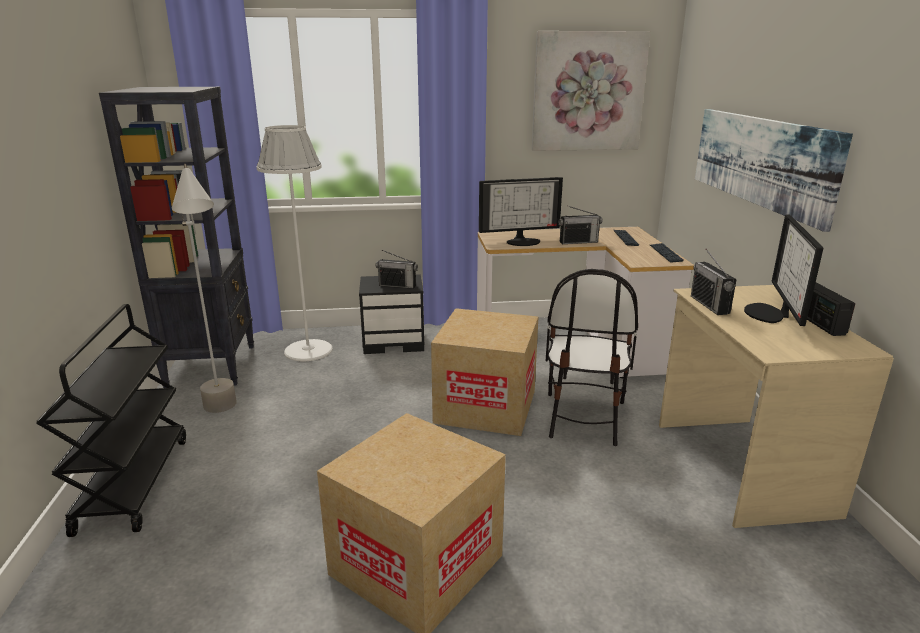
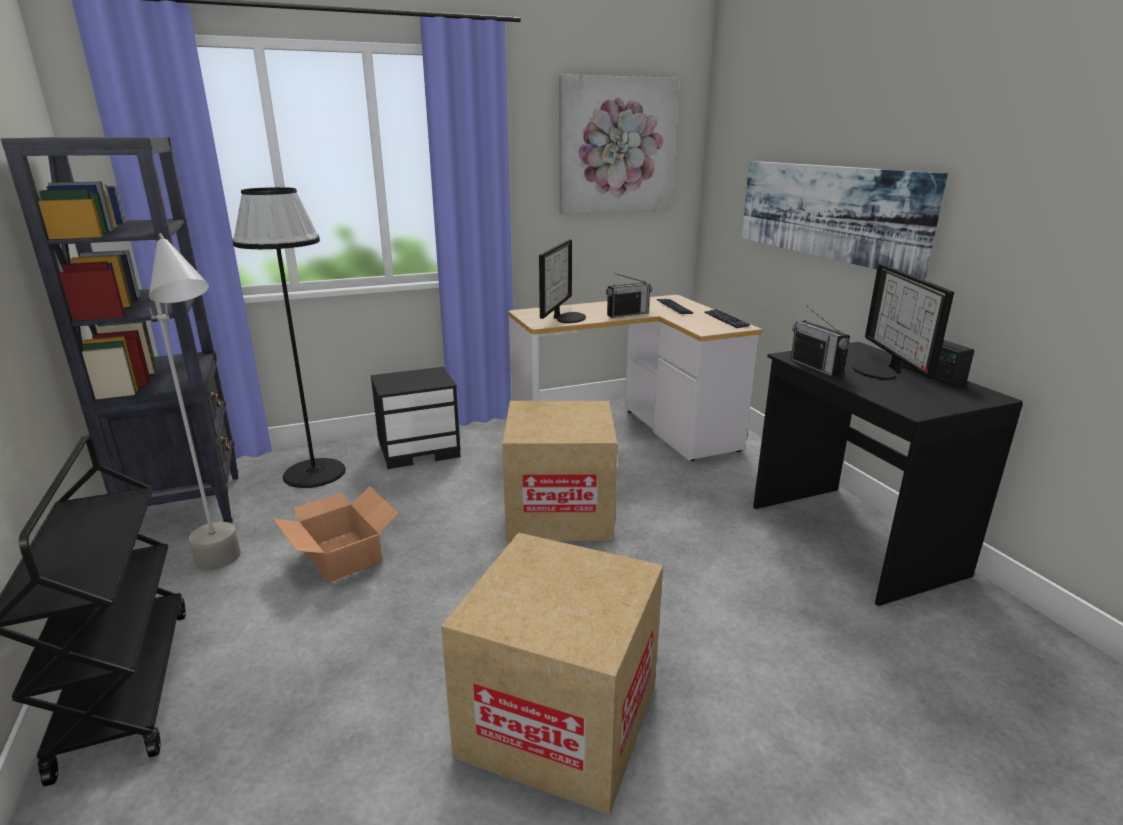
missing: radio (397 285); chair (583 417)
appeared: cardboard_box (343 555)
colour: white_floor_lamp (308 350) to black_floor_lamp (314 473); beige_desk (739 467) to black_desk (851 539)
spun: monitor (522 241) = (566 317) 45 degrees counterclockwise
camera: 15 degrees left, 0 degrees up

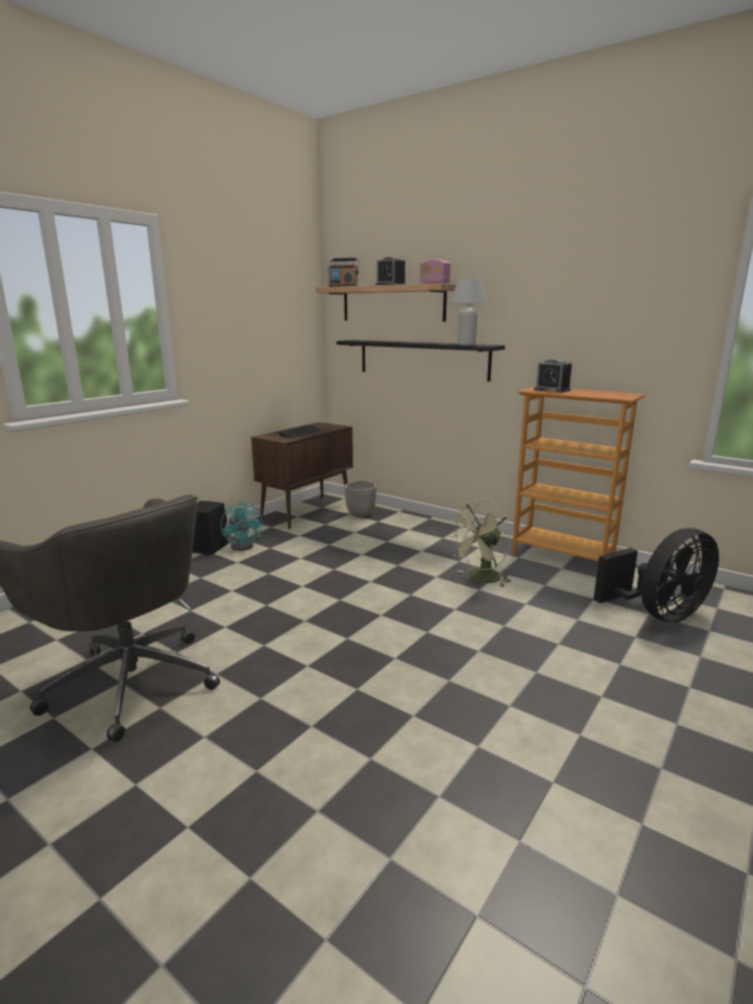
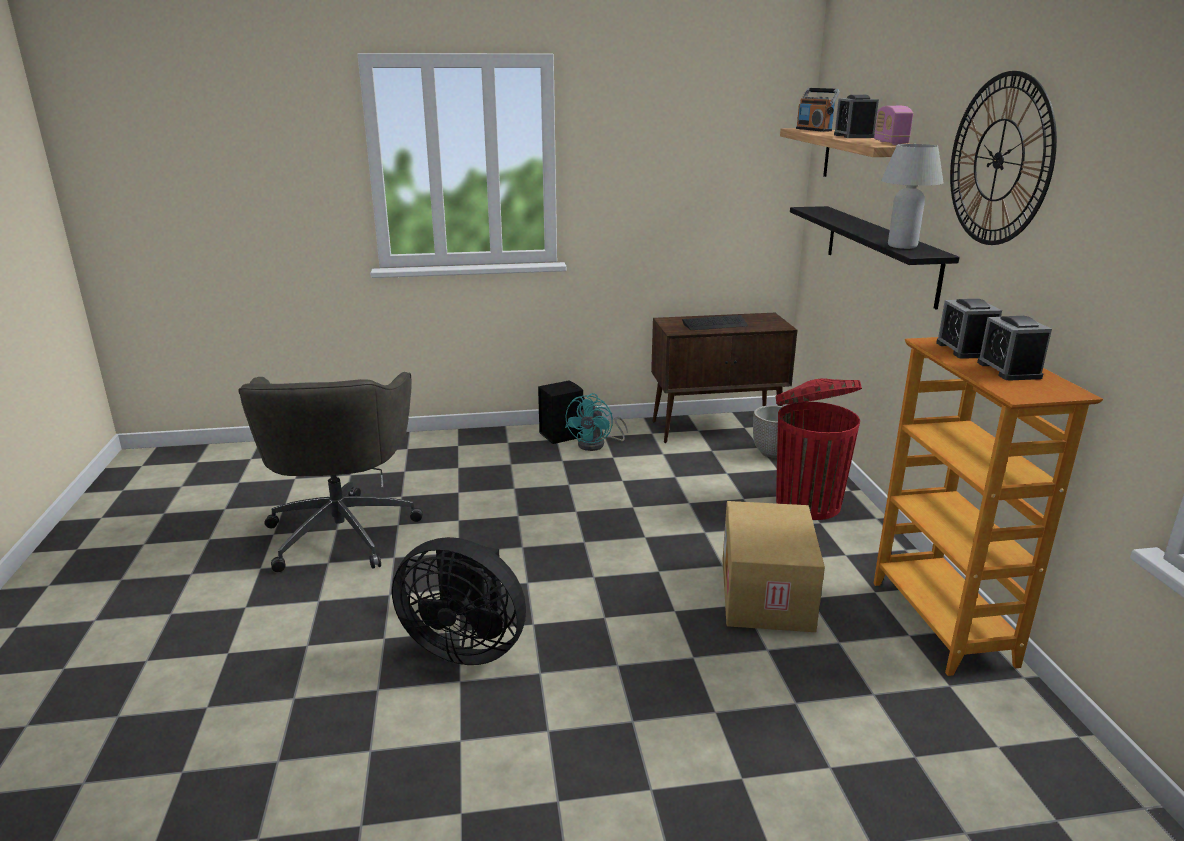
appeared: wall_clock (999 160); alarm_clock (1009 370); red_trash_can (807 502)
relocated: black_fan (658 614) to (465 646)
exchanged: green_fan (481 579) to cardboard_box (768 594)
camera: 45 degrees right, 5 degrees up

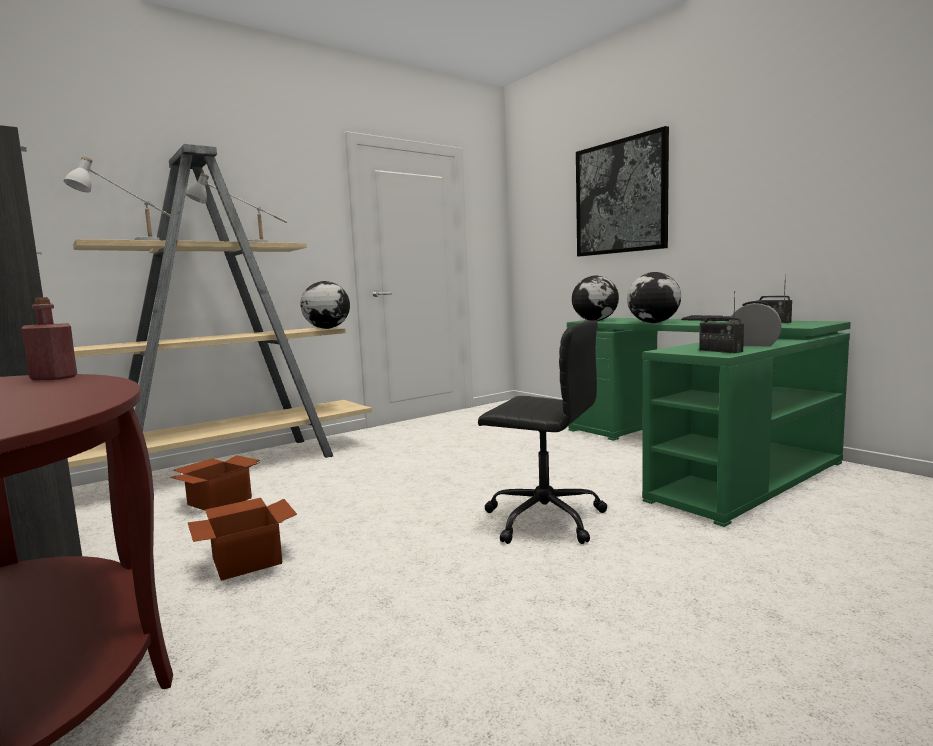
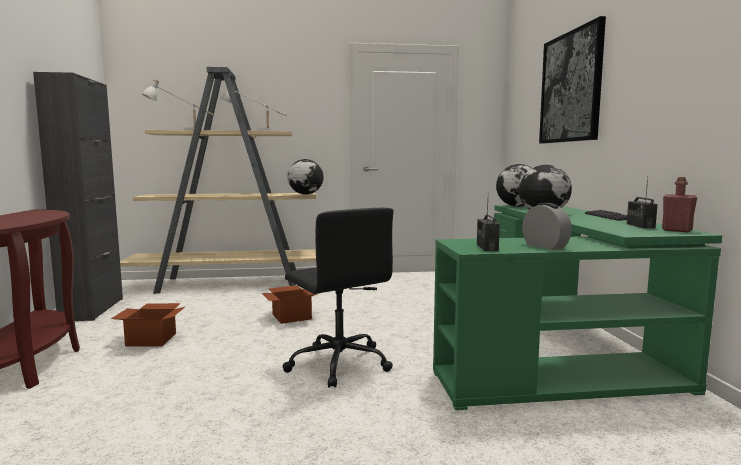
relocated: red_bottle (54 378) to (676 230); cardboard_box (220 501) to (292 316)
camera: 30 degrees right, 0 degrees up

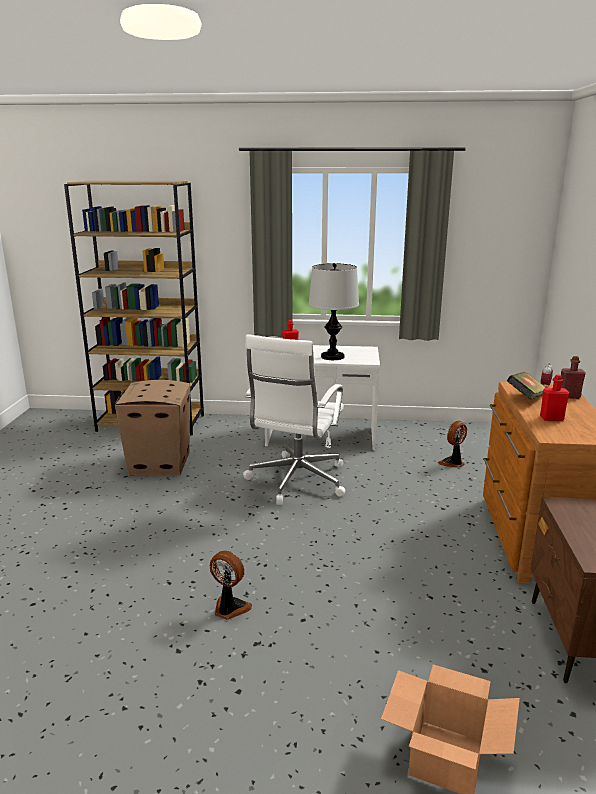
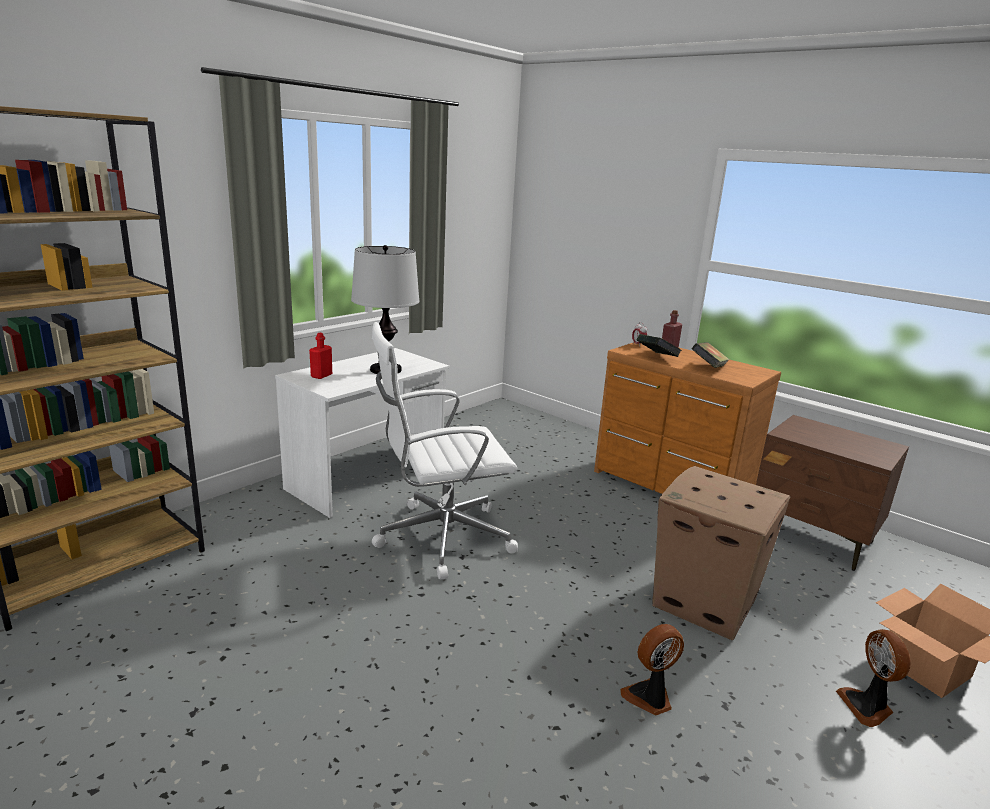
relocated: cardboard_box (159 464) to (706 602); fan (452 463) to (867 706)
exchanged: red_bottle (551 418) to book (708 368)
spun: white_office_chair (296 481) = (440 537) 105 degrees clockwise
camera: 55 degrees left, 0 degrees up

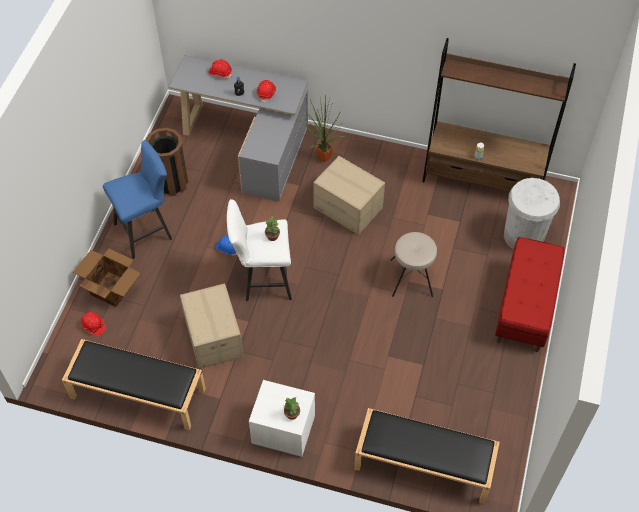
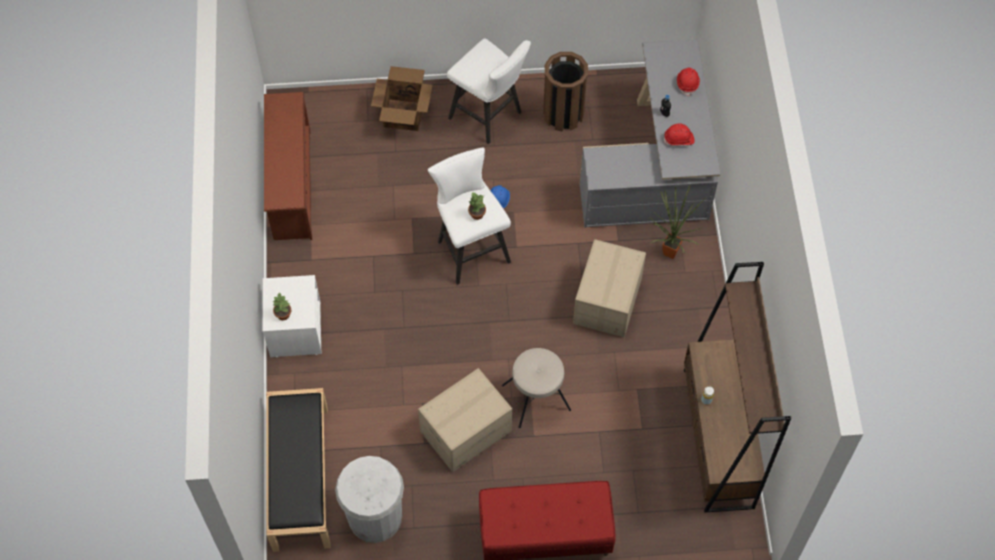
missing: red_hard_hat (93 326)
relocated: white_trash_can (523 236) to (375 517); cardboard_box (213 337) to (465 430)
exchanged: black_bench (137 393) to brown_shoe_rack (291 184)
colour: blue_stool (147 230) to white_stool (489 117)
camera: 70 degrees right, 5 degrees up

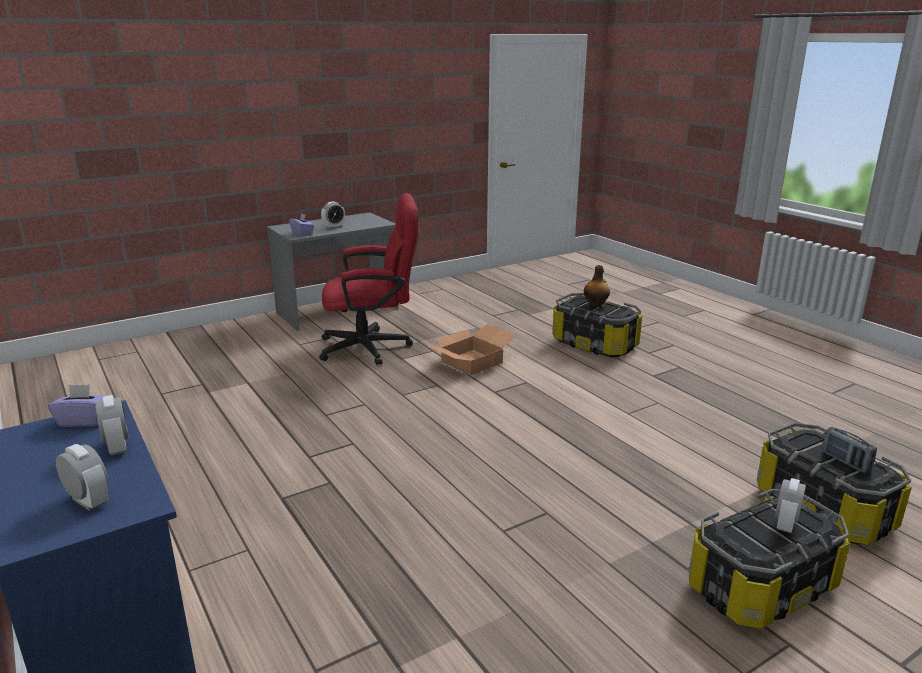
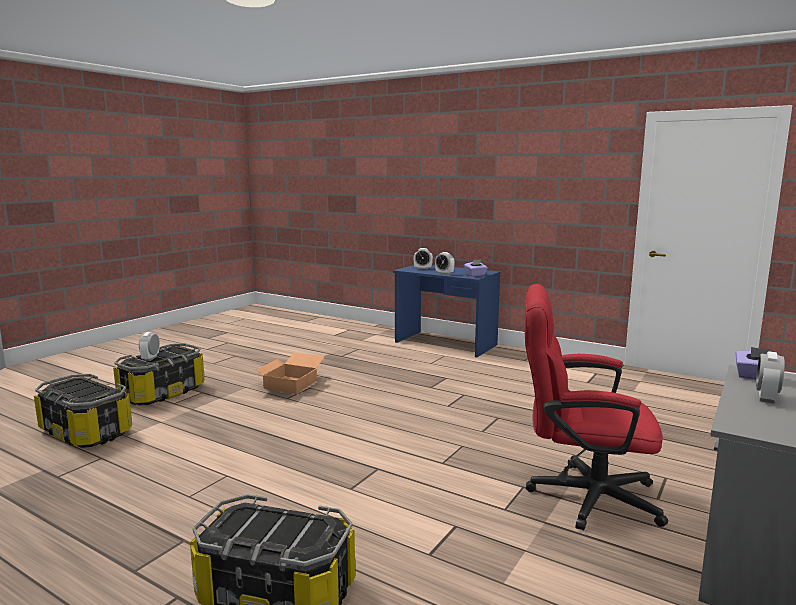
missing: bottle (595 305); radio (845 462)
relocated: cardboard_box (471 361) to (291 385)
spun: red_office_chair (373 347) = (581 495) 45 degrees clockwise
camera: 155 degrees right, 10 degrees down

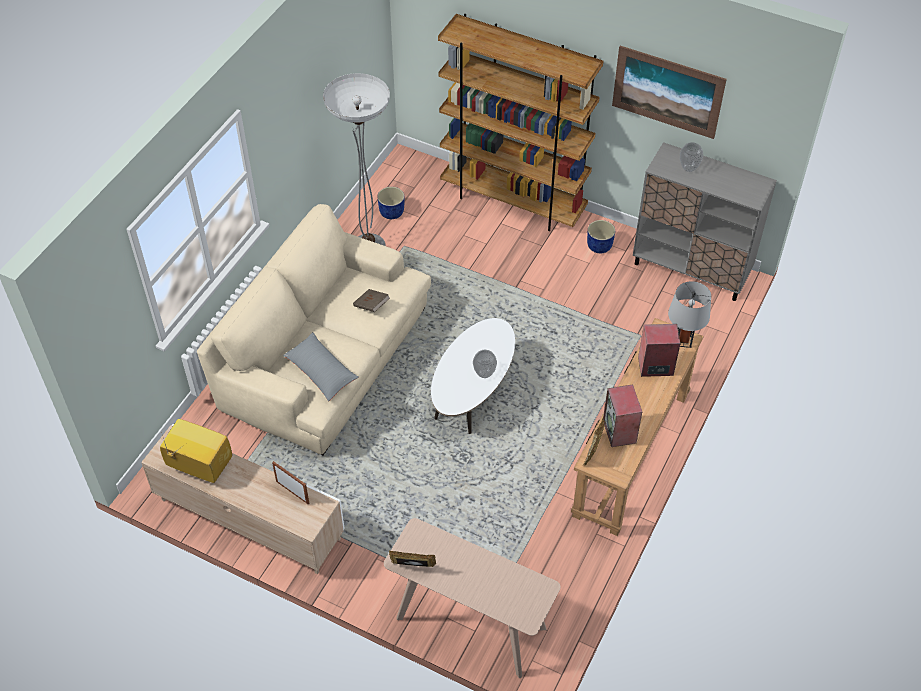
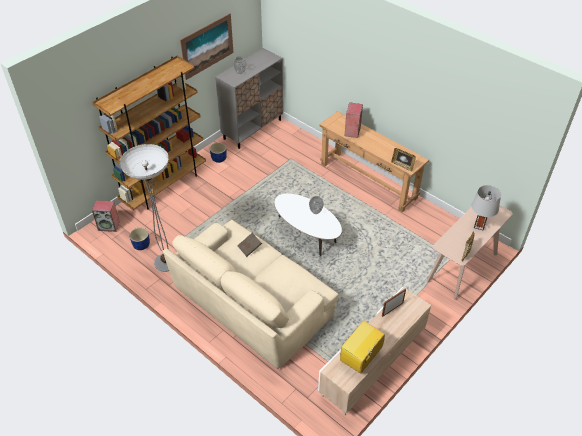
missing: grey_pillow (321 371)
relocated: grey_table_lamp (683 341) to (479 225); speaker (620 431) to (109 225)
camera: 75 degrees left, 5 degrees down

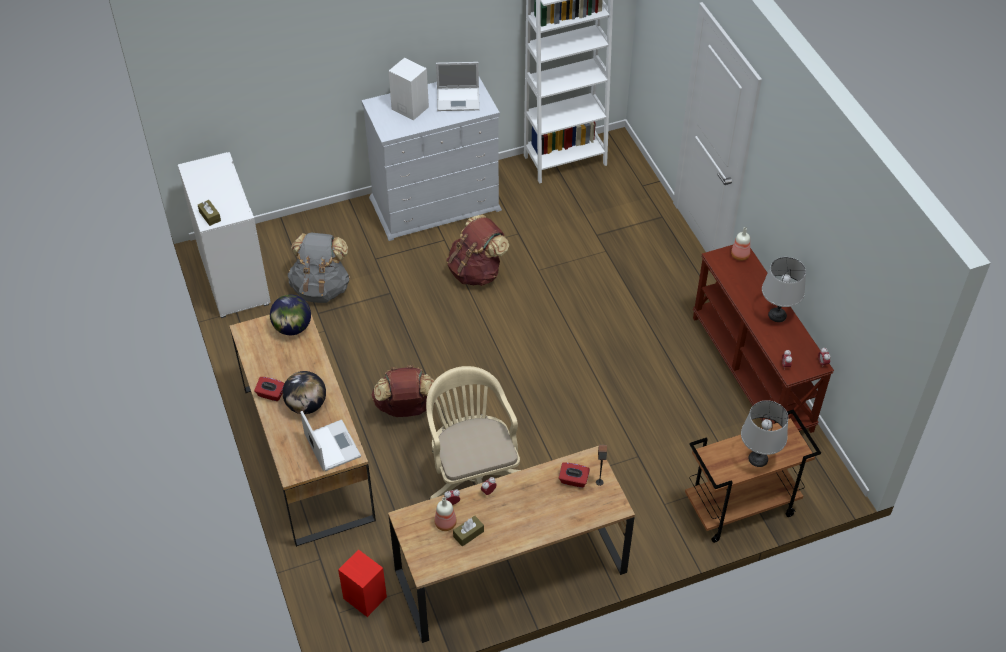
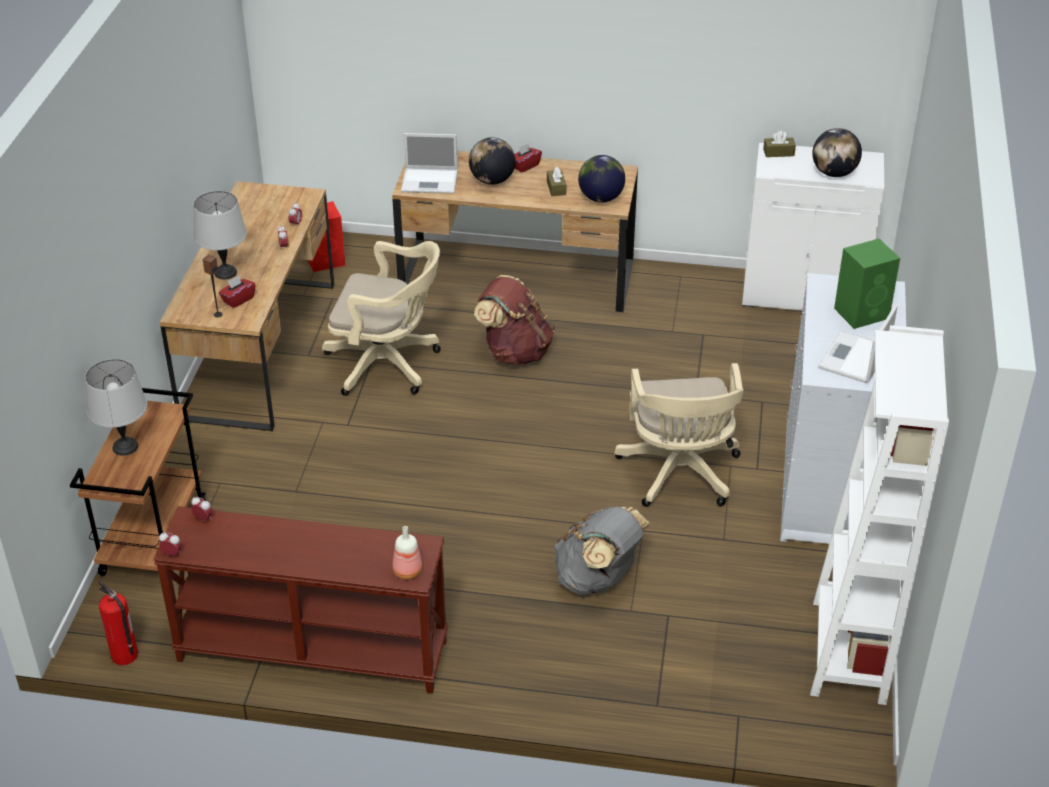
missing: bottle (446 523)
appeared: globe (834 173); fire_extinguisher (125 655)
relocated: grey_backpack (321 288) to (598 579); grey_table_lamp (777 314) to (226 273); brown_tissue_box (468 534) to (556 188)
exchanged: brown_backpack (476 271) to beige_office_chair (680 475)
colour: white_speaker (409 108) to green_speaker (862 313)
camera: 120 degrees right, 10 degrees down

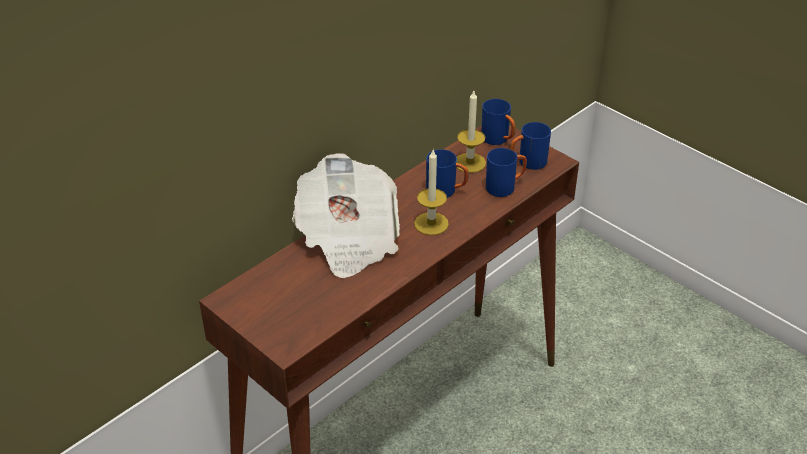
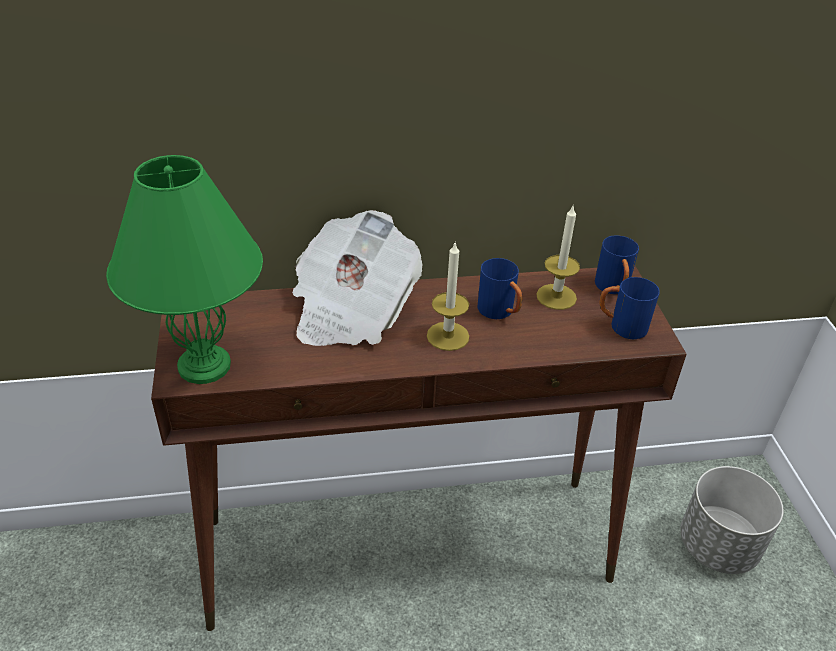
missing: blue_mug (505 187)
appeared: green_table_lamp (205 366); grey_planter (718 546)
camera: 35 degrees right, 0 degrees up

